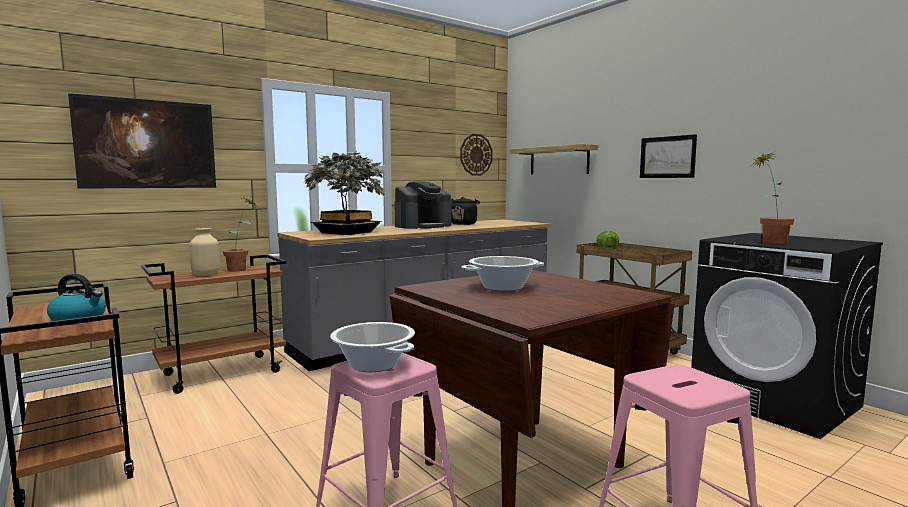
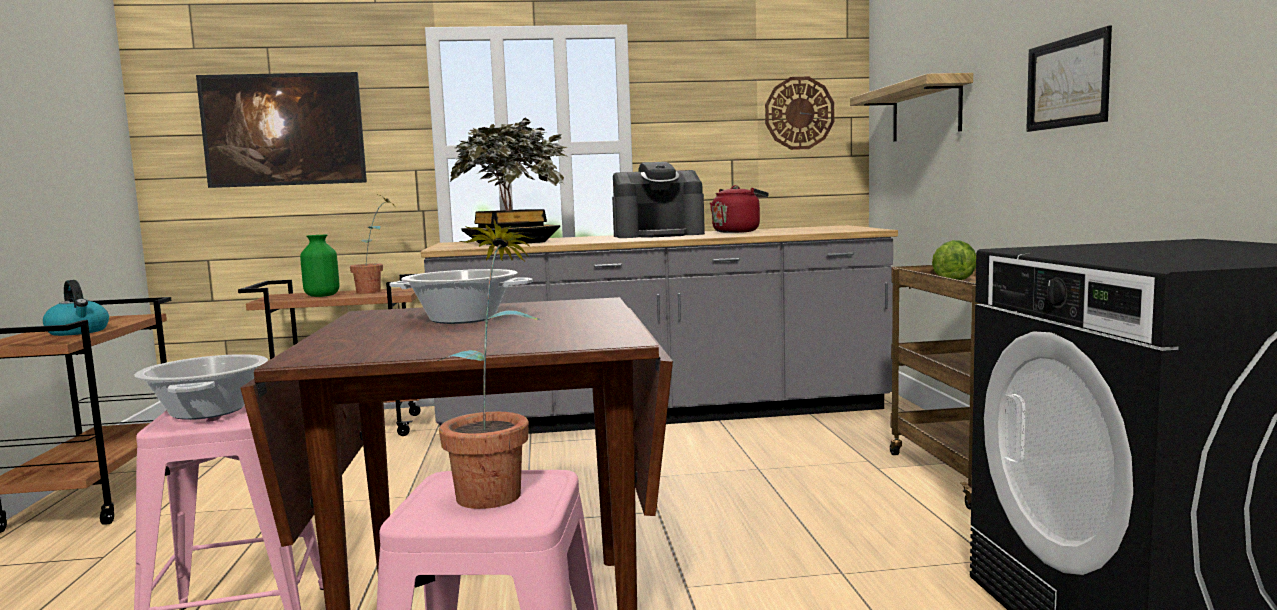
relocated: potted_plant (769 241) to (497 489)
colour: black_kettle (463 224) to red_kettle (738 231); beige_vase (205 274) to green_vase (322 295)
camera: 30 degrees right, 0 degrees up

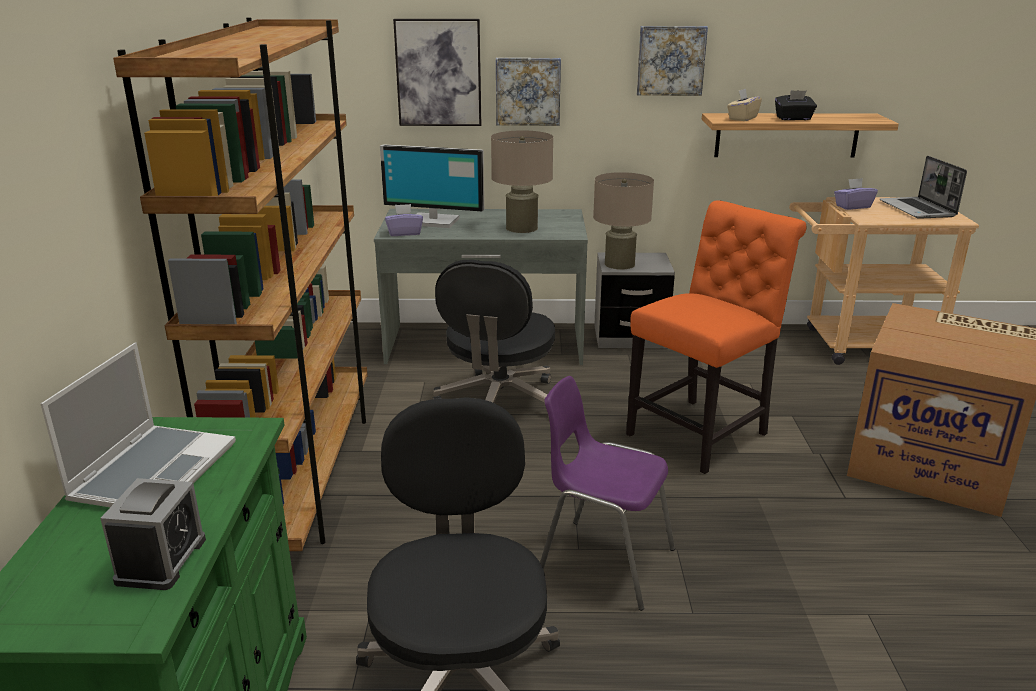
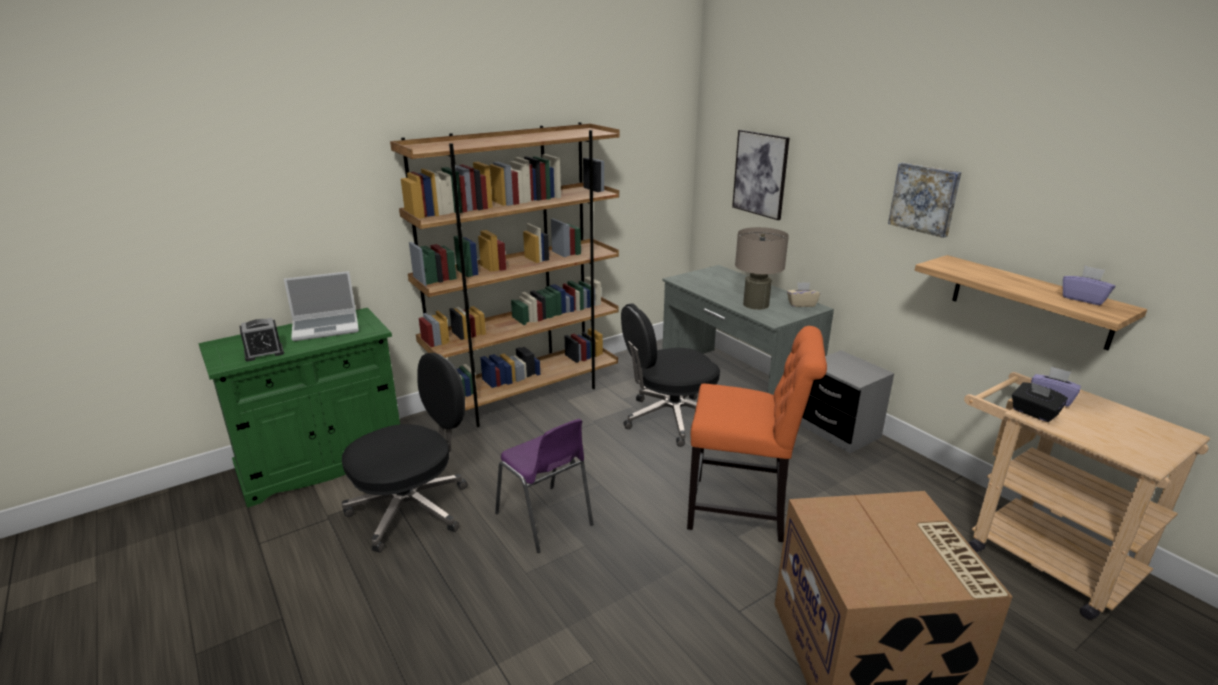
missing: picture (528 91); monitor (434 221); laptop (918 209); beige_table_lamp (619 264)
relocated: beige_tissue_box (742 118) to (801 304); black_tissue_box (793 118) to (1034 413); purple_tissue_box (404 233) to (1083 299)
spun: purple_chair (603 560) = (545 520) 150 degrees clockwise
camera: 55 degrees right, 0 degrees up

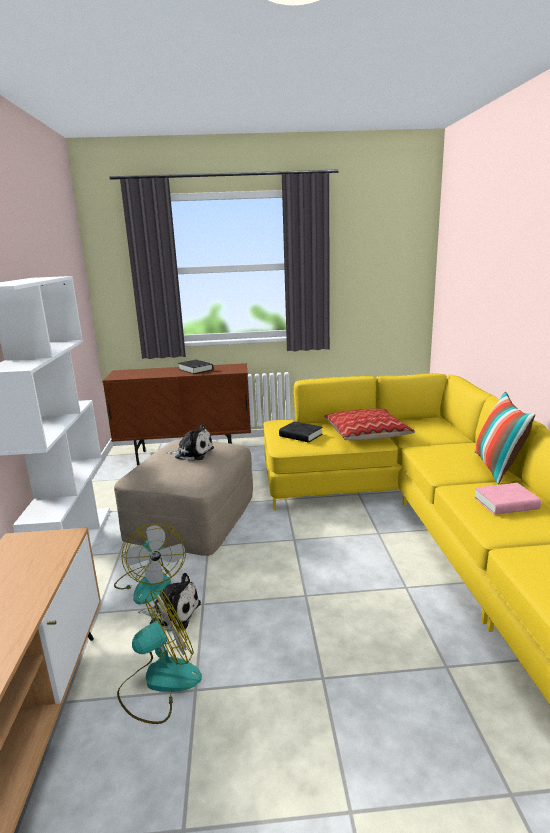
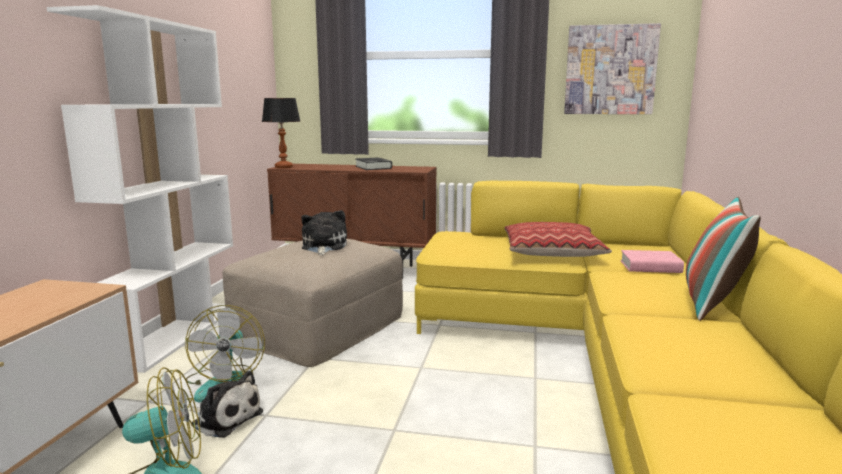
missing: black_book (300 435)
appeared: picture (610 70); table_lamp (283 167)
relocated: pink_book (506 503) to (650 267)
spun: plush_toy (192 453) = (323 246) 120 degrees counterclockwise
camera: 15 degrees right, 5 degrees down

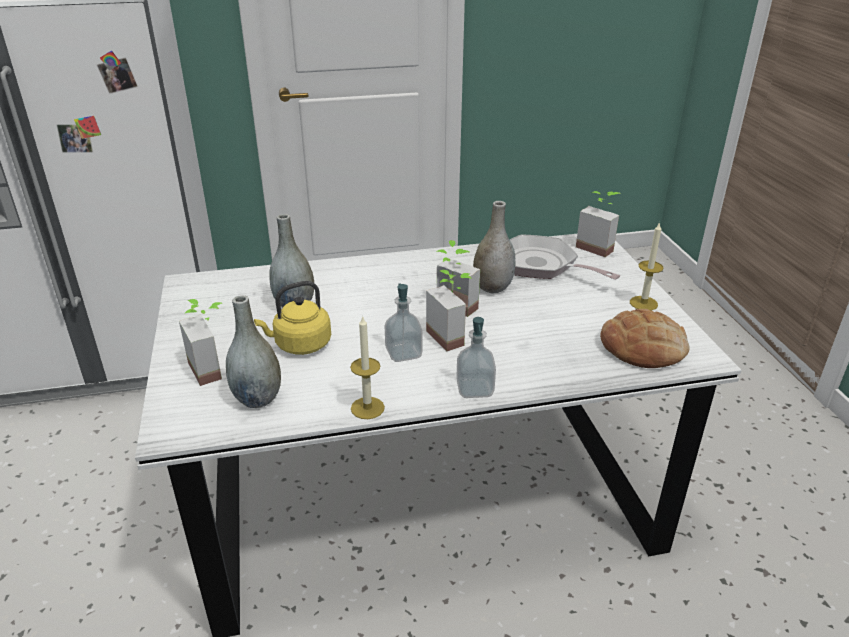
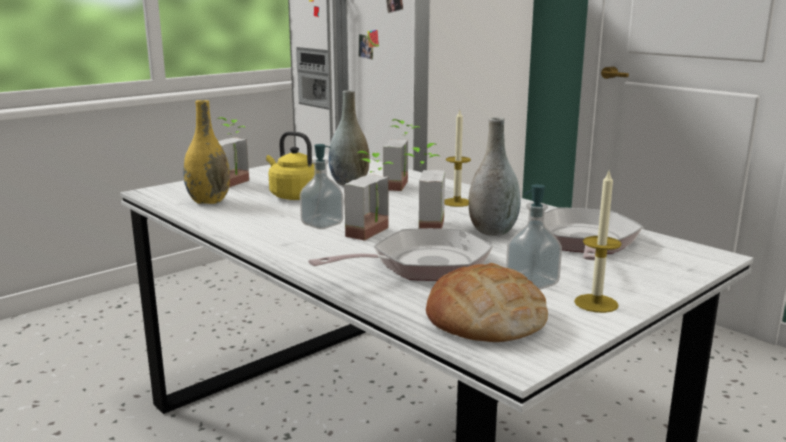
appeared: frying_pan (423 265)
relocated: potted_plant (598 246) to (403 186); candle (367 408) to (457 202); soap_dispenser (475 389) to (532 283)
colour: grey_vase (257 399) to yellow_vase (209 201)
camera: 60 degrees right, 15 degrees down

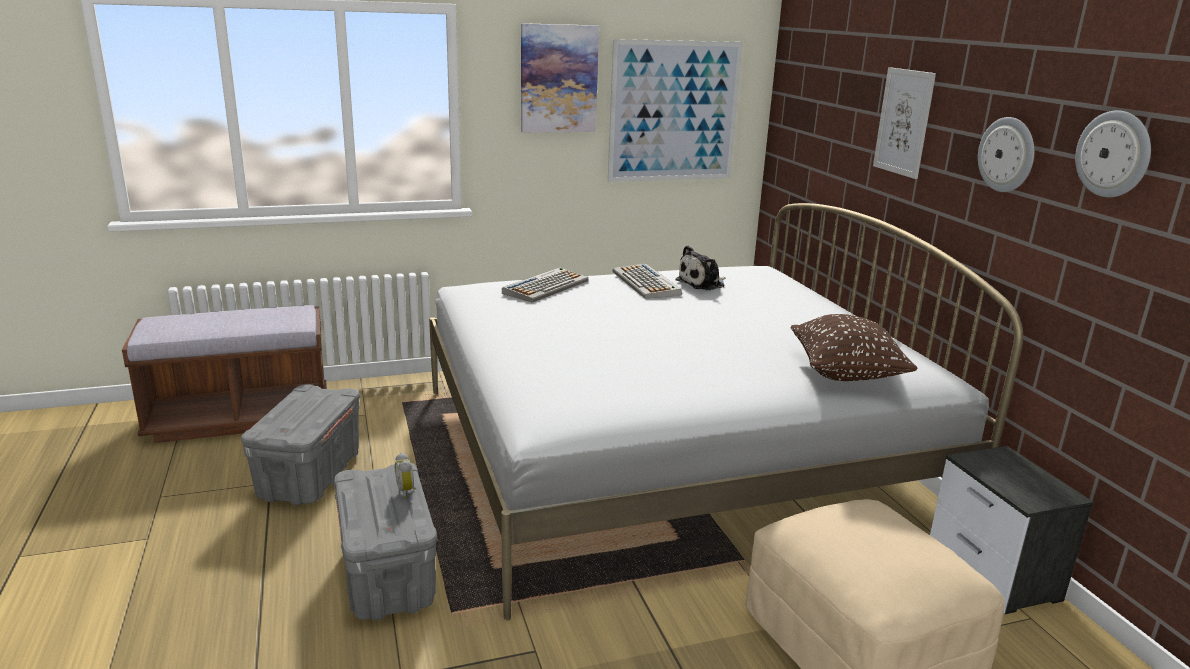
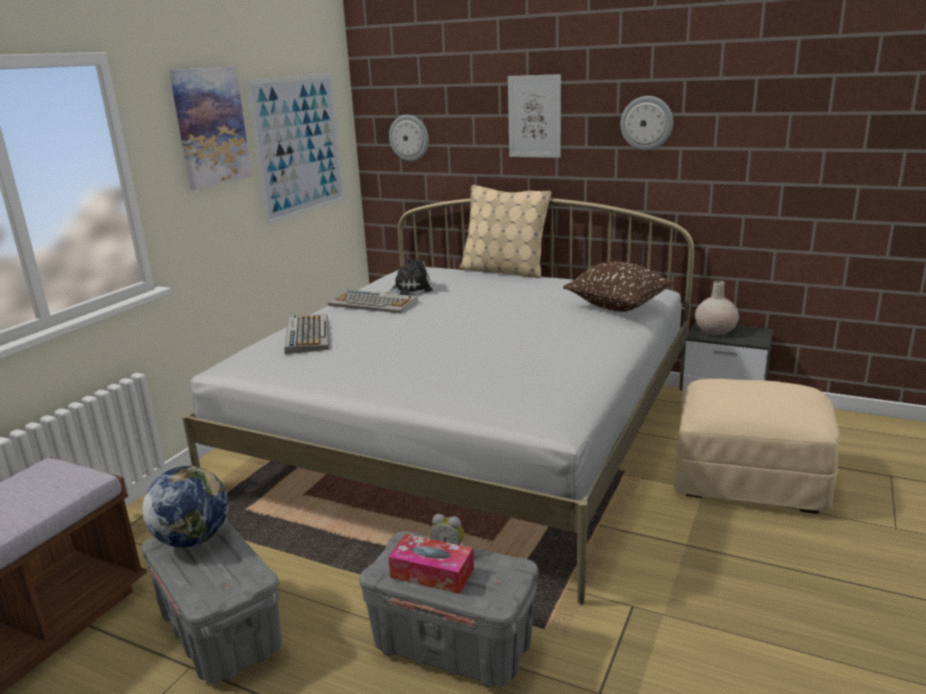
appeared: beige_pillow (504 271); beige_vase (714 331); globe (193 538); tissue_box (432 573)
relocated: wall_clock (1114 154) to (409 138)
spun: plush_toy (702 283) = (409 289) 120 degrees counterclockwise
camera: 45 degrees left, 0 degrees up

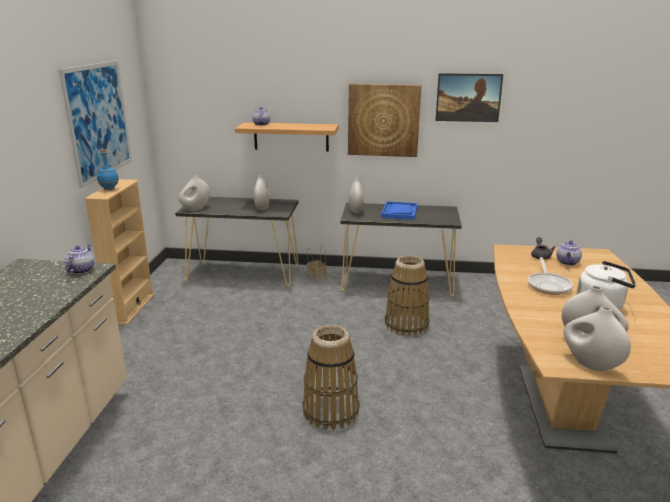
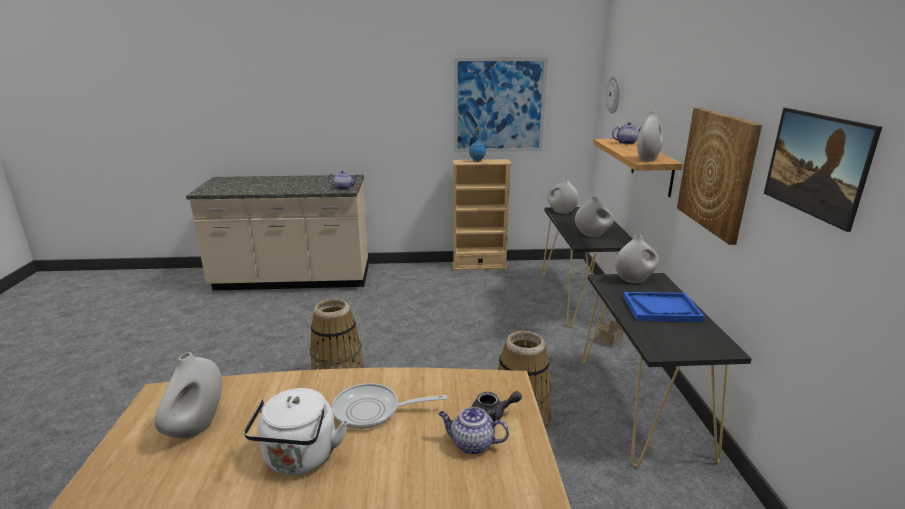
appeared: wall_clock (614 94)
relocated: white_vase (590 364) to (647 159)
camera: 80 degrees right, 0 degrees up

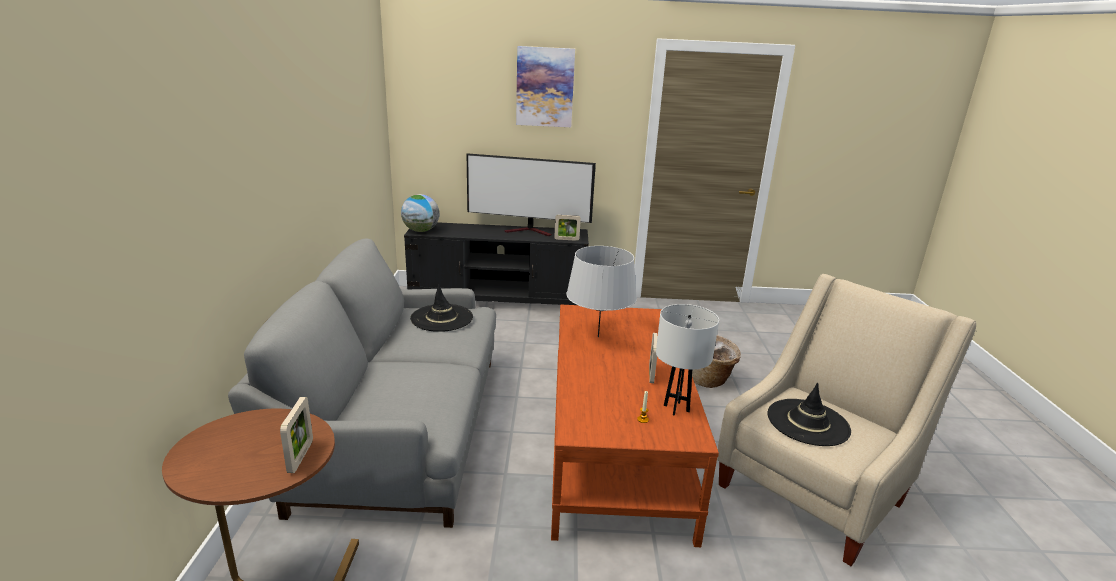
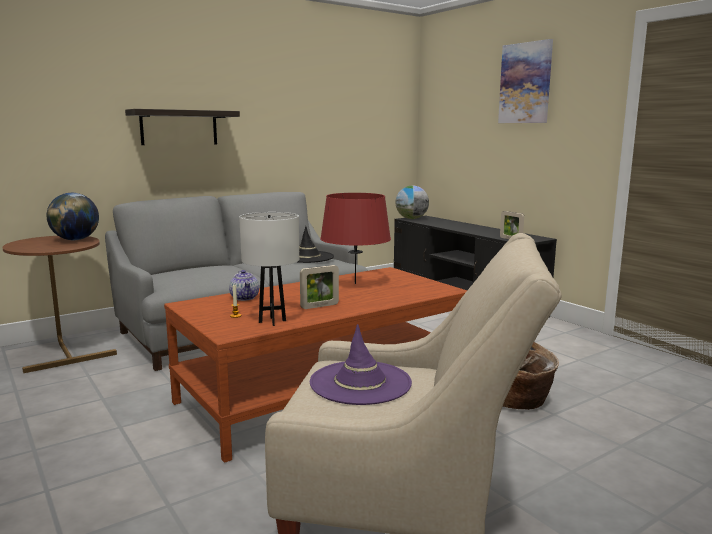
missing: television (530 231); picture_frame (300 457)
appeared: shelf (179 127); globe (75 240); teapot (245 298)
colour: grey_table_lamp (598 336) to red_table_lamp (355 283); black_hat (808 422) to purple_hat (360 383)
camera: 55 degrees right, 10 degrees down

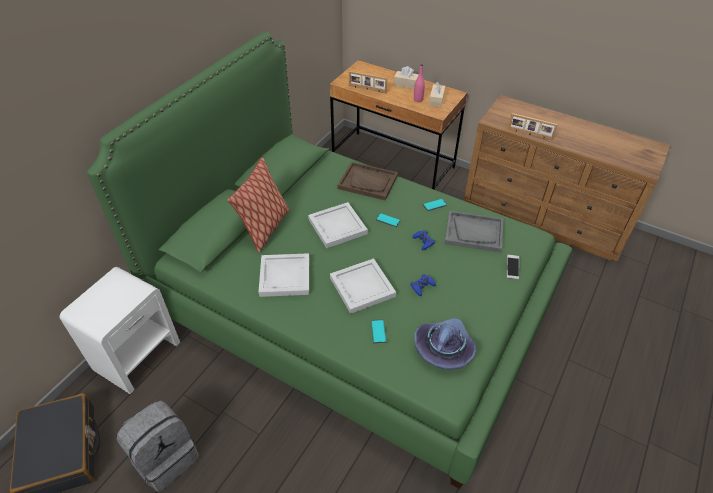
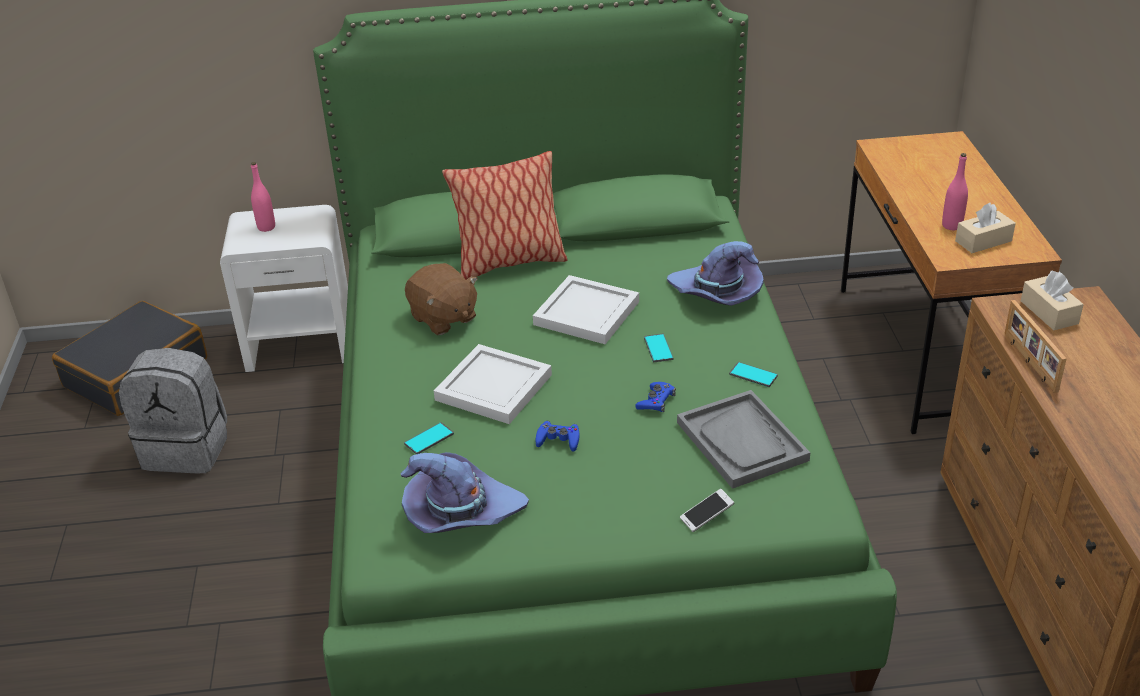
missing: picture_frame (367 89)
appeared: pink_bottle (266 227)
relocated: beige_tissue_box (406 84) to (1049 312)
exchanged: brown_tray (368 182) to purple_hat (716 293); white_tray (284 276) to brown_plush_toy (443 318)
camera: 55 degrees right, 10 degrees down

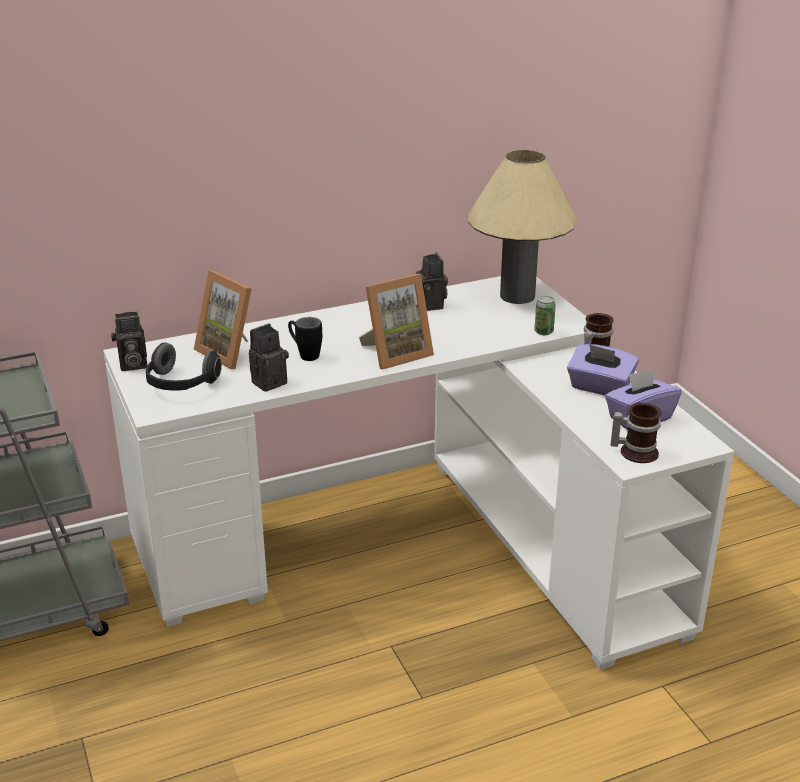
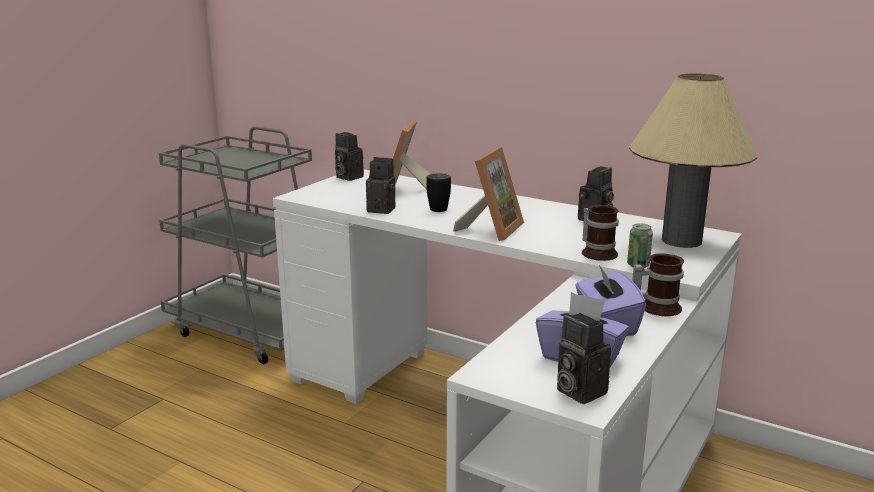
missing: headphones (180 385)
appeared: photo_camera (577 391)
relocated: mug (635 451) to (598 252)
spun: picture_frame (395 353) = (491 229) 90 degrees counterclockwise
camera: 55 degrees right, 10 degrees down

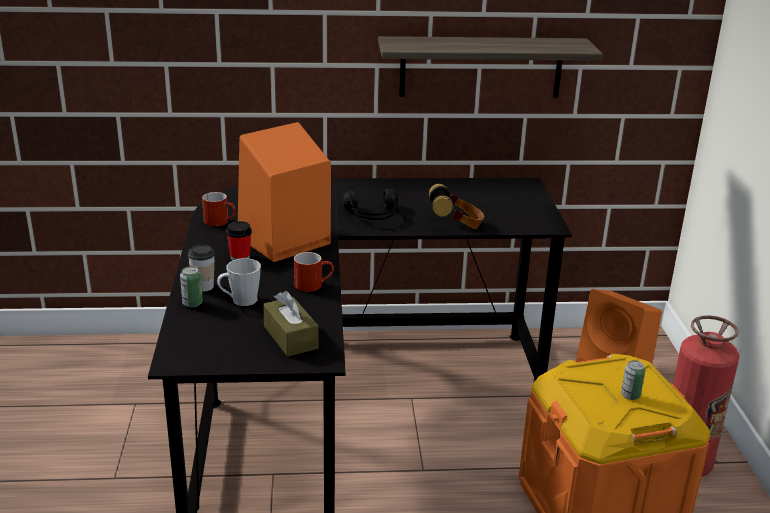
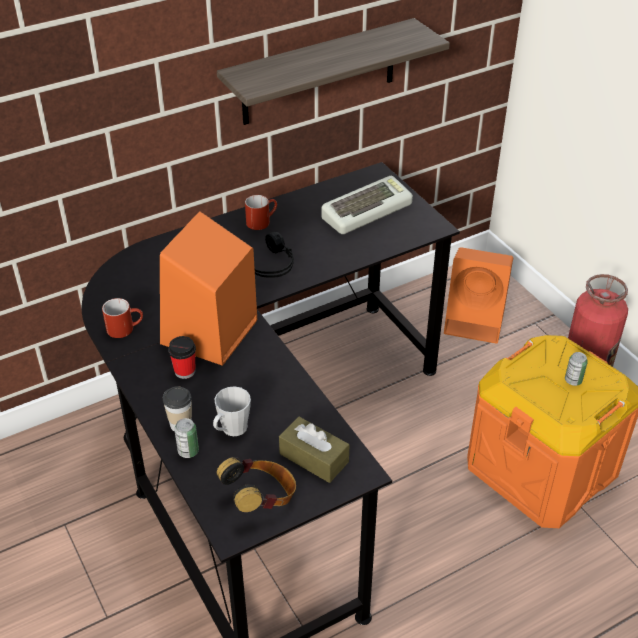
appeared: keyboard (366 210)
relocated: headphones (456 226) to (261 499); red_mug (313 284) to (261 221)
camera: 25 degrees left, 15 degrees up

